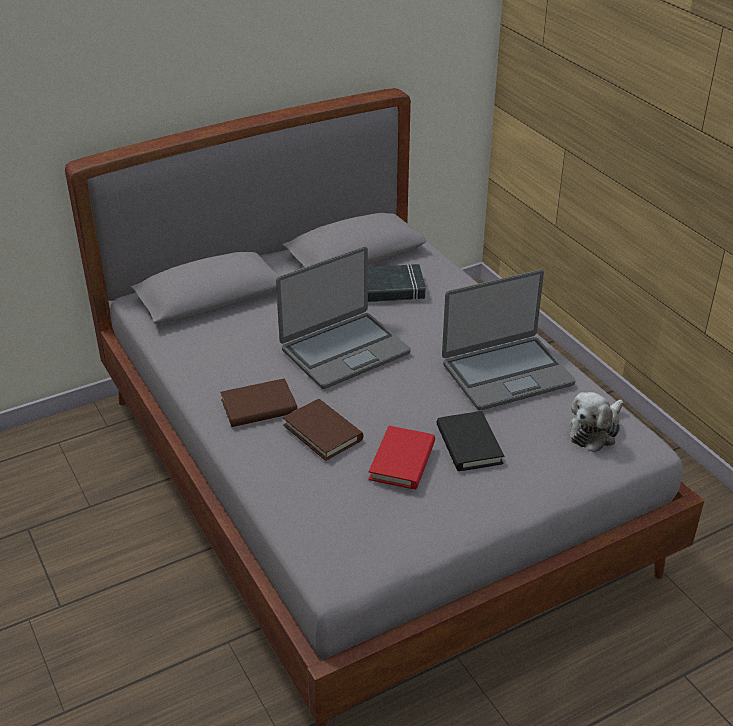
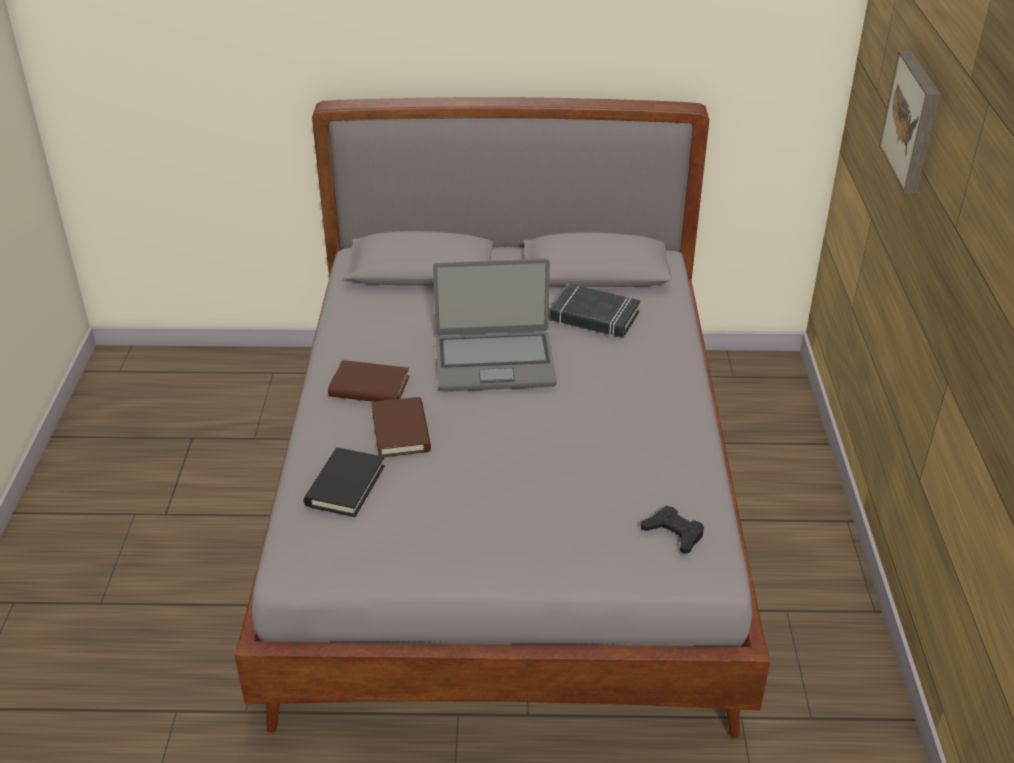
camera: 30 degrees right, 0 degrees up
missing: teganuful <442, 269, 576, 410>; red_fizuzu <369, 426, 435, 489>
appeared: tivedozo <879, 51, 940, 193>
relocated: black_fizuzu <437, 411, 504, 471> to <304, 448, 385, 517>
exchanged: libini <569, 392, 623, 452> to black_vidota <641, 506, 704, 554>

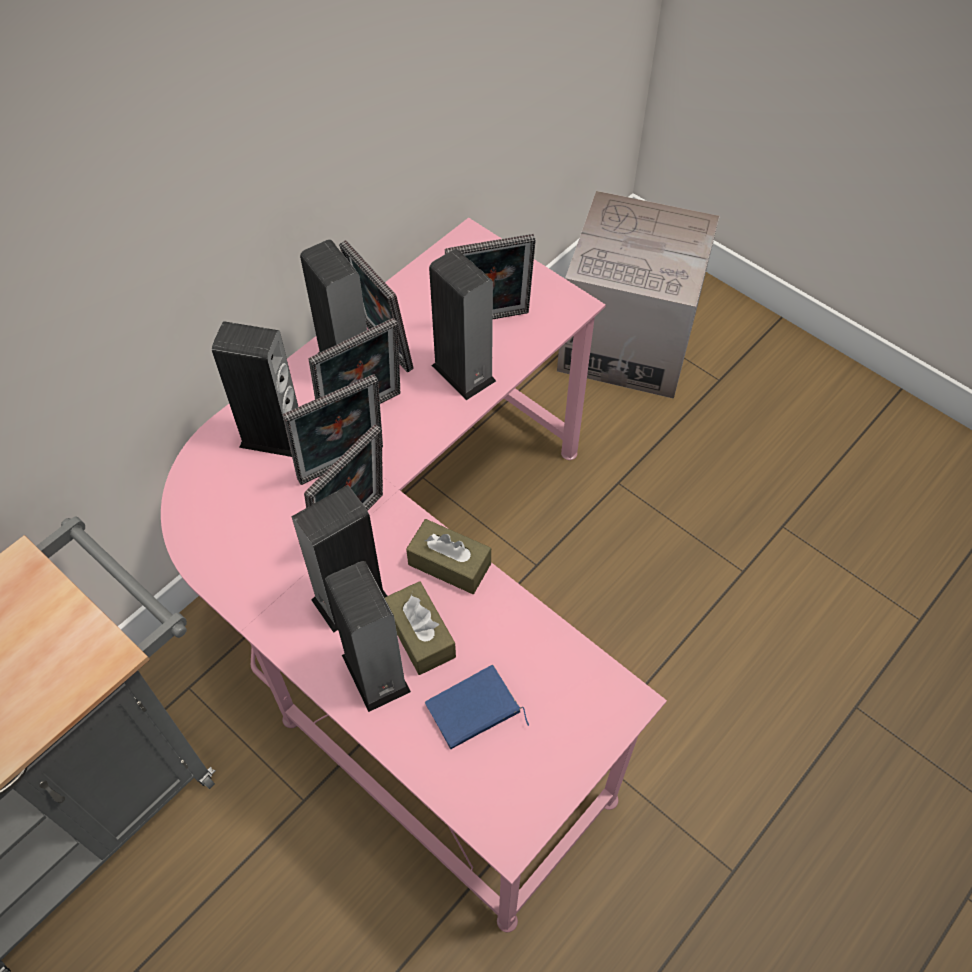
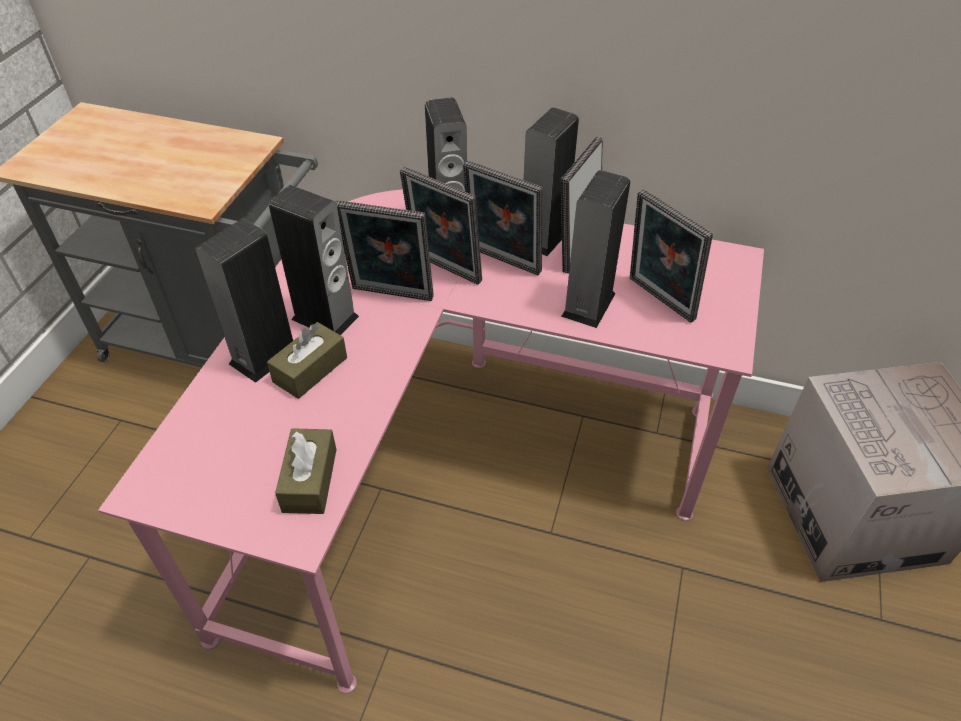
camera: 65 degrees right, 10 degrees down
missing: blue_fizuzu <425, 665, 529, 749>
relocated: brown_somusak <406, 519, 491, 594> to <275, 428, 336, 514>

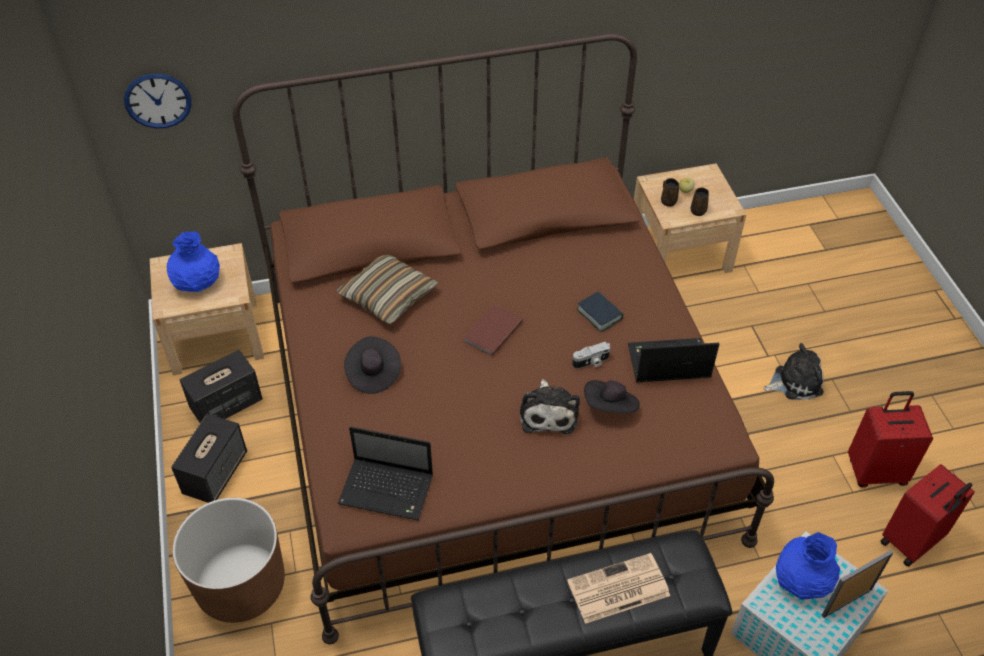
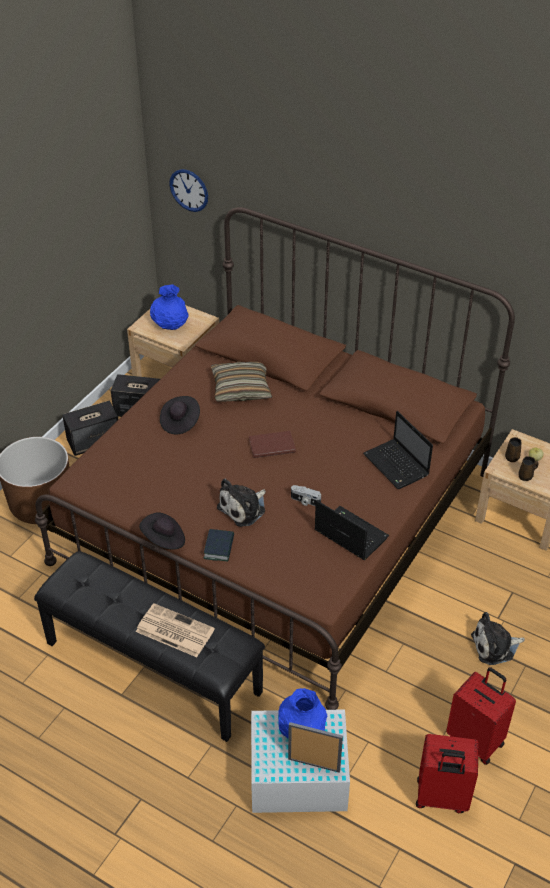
camera: 45 degrees right, 5 degrees down
relocated: fizuzu <577, 291, 623, 332> to <203, 529, 234, 562>; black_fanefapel <584, 380, 640, 414> to <139, 512, 185, 550>; teganuful <338, 427, 433, 520> to <363, 411, 433, 489>
spun: libini <764, 343, 824, 400> = <471, 612, 525, 665> 135 degrees clockwise

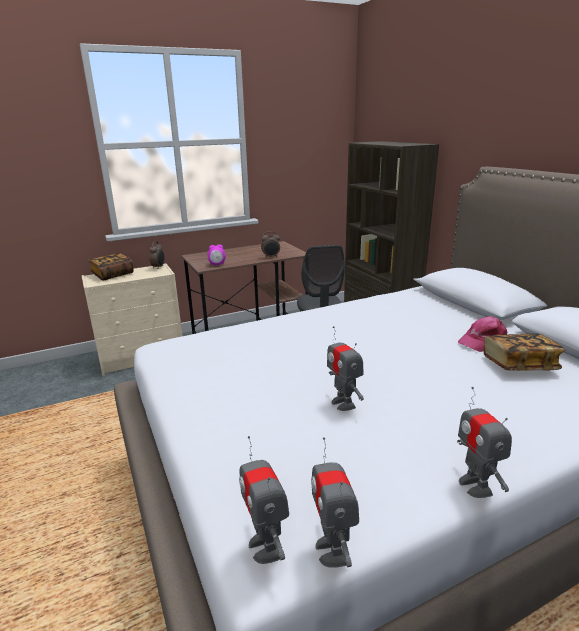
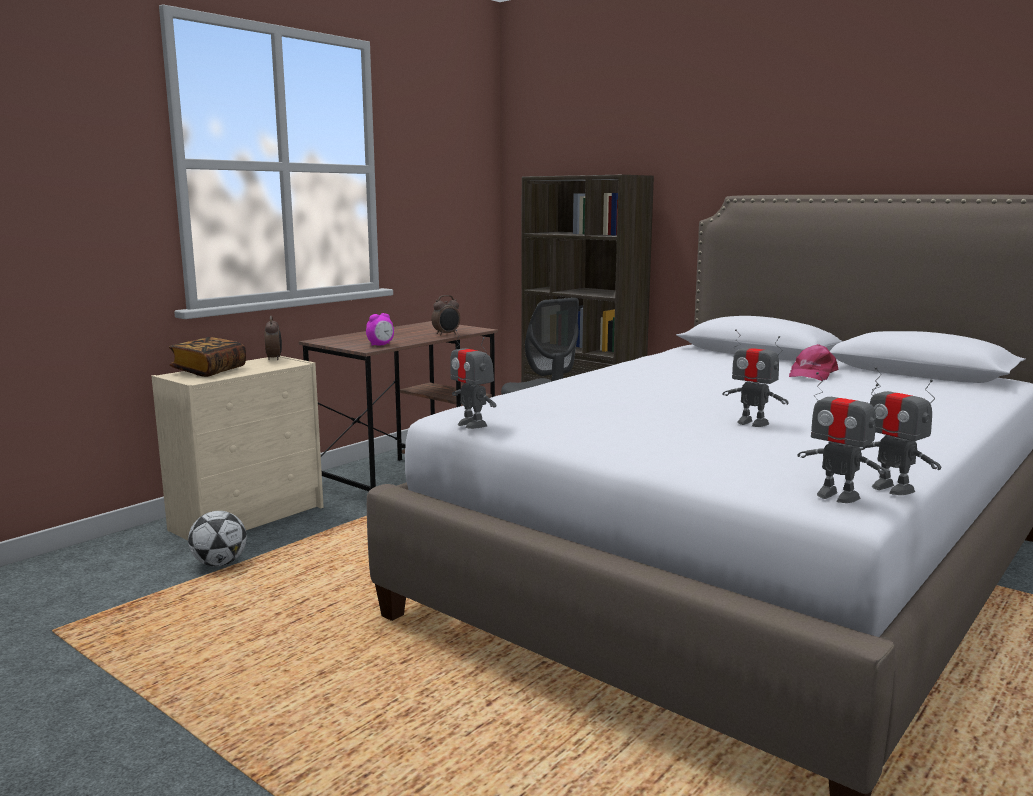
camera: 25 degrees left, 10 degrees down
missing: fizuzu <484, 333, 566, 371>
appeared: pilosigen <188, 511, 247, 566>
relocated: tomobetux <457, 387, 512, 498> to <450, 329, 496, 429>

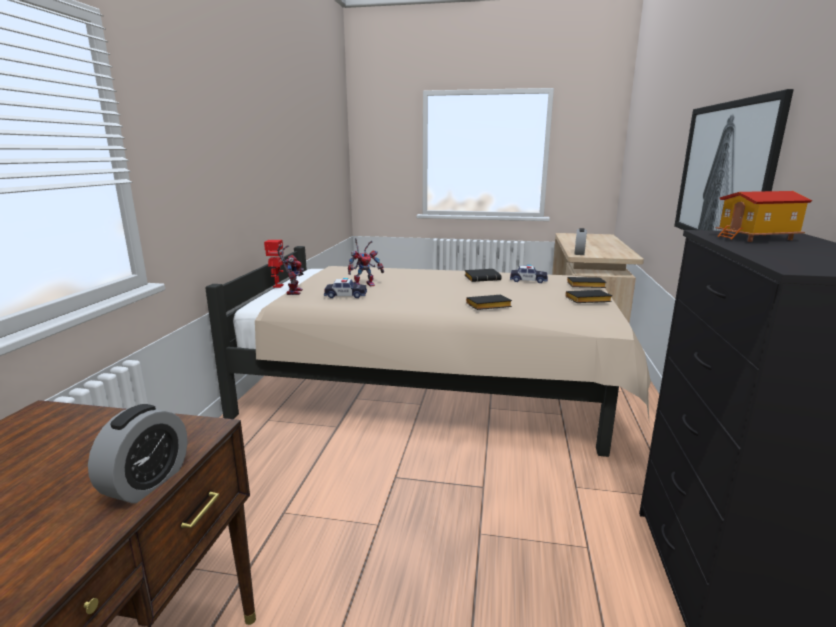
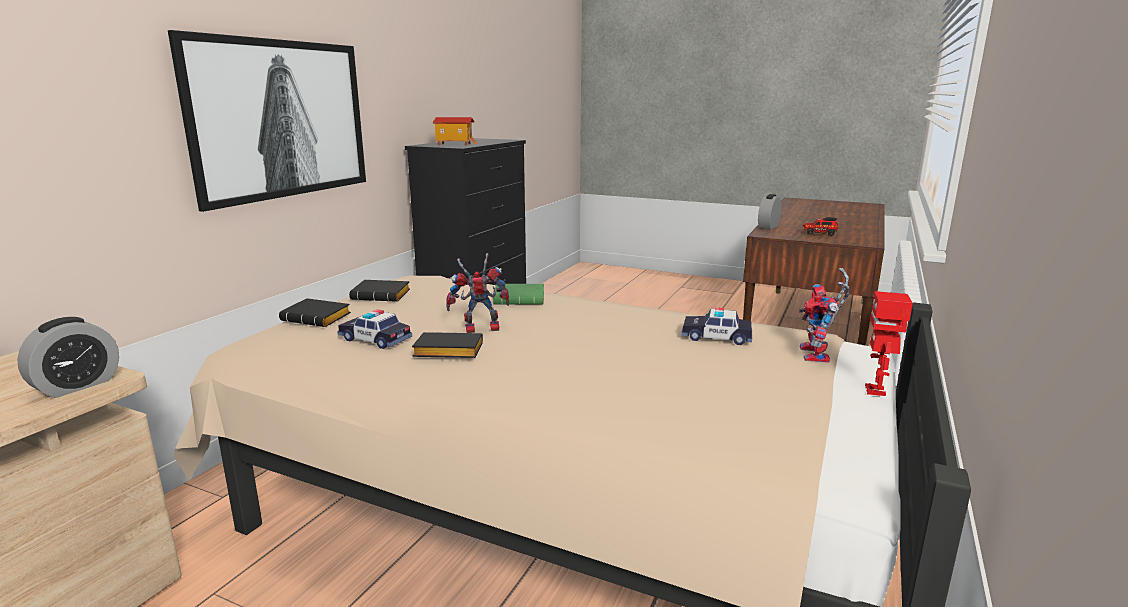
camera: 165 degrees left, 0 degrees up
appeared: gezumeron <803, 217, 838, 236>
relocated: tomobetux <348, 238, 384, 286> to <446, 253, 509, 333>
colour: black_fizuzu <466, 295, 512, 310> to green_fizuzu <493, 284, 544, 305>

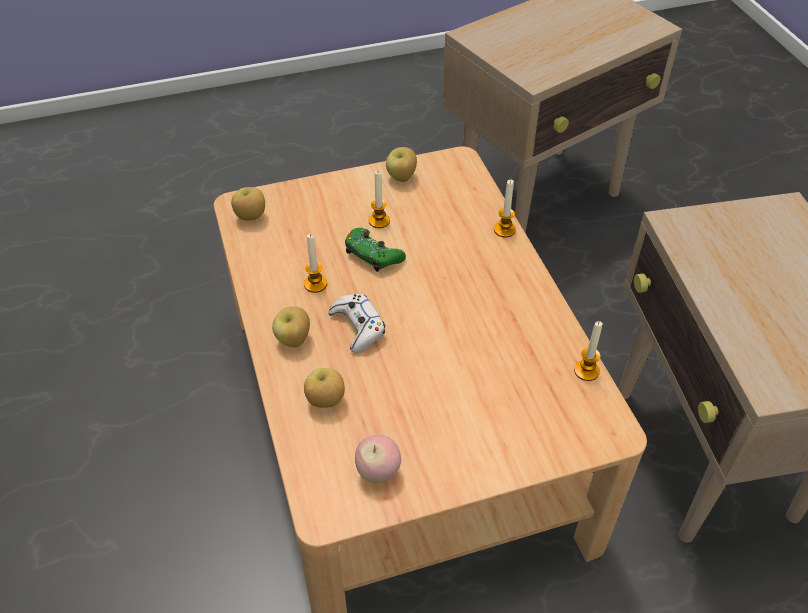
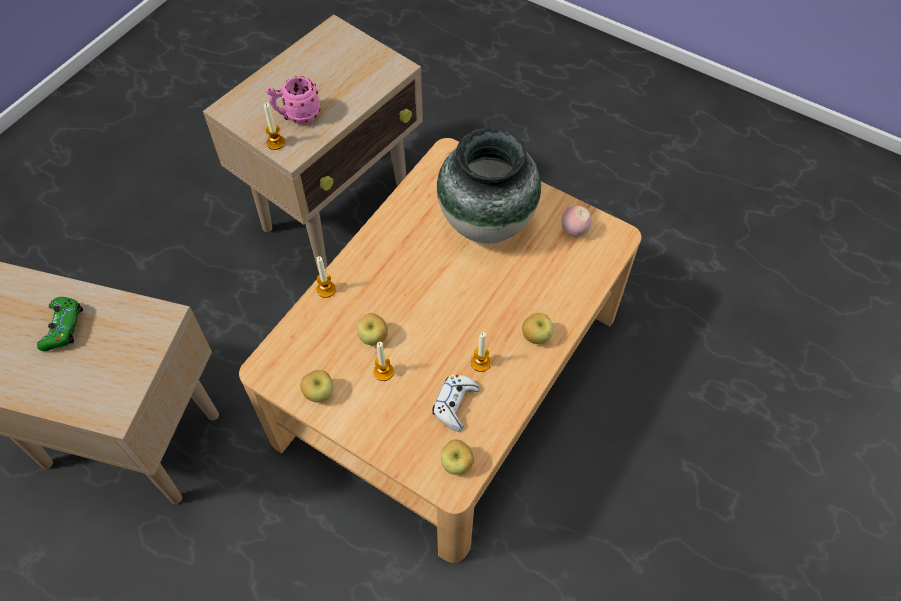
camera: 130 degrees left, 10 degrees up
appeared: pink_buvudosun <266, 76, 320, 124>; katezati <437, 127, 541, 243>
relocated: green_vidota <345, 228, 406, 272> to <37, 297, 83, 351>; white_vidota <328, 294, 385, 354> to <432, 375, 480, 432>; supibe <574, 321, 603, 381> to <264, 102, 285, 150>; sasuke <304, 368, 345, 408> to <357, 313, 388, 345>

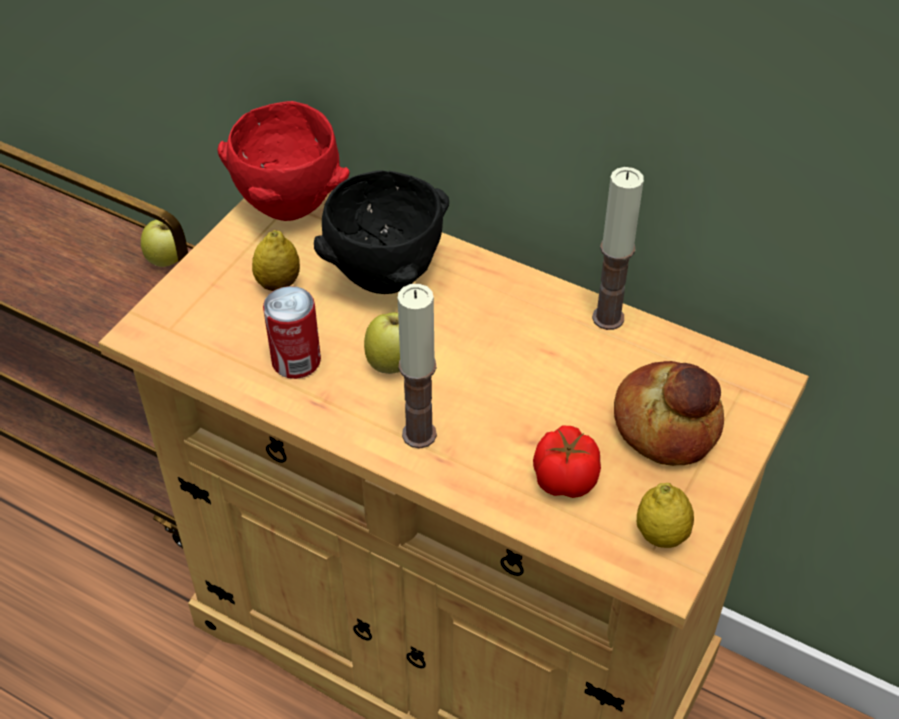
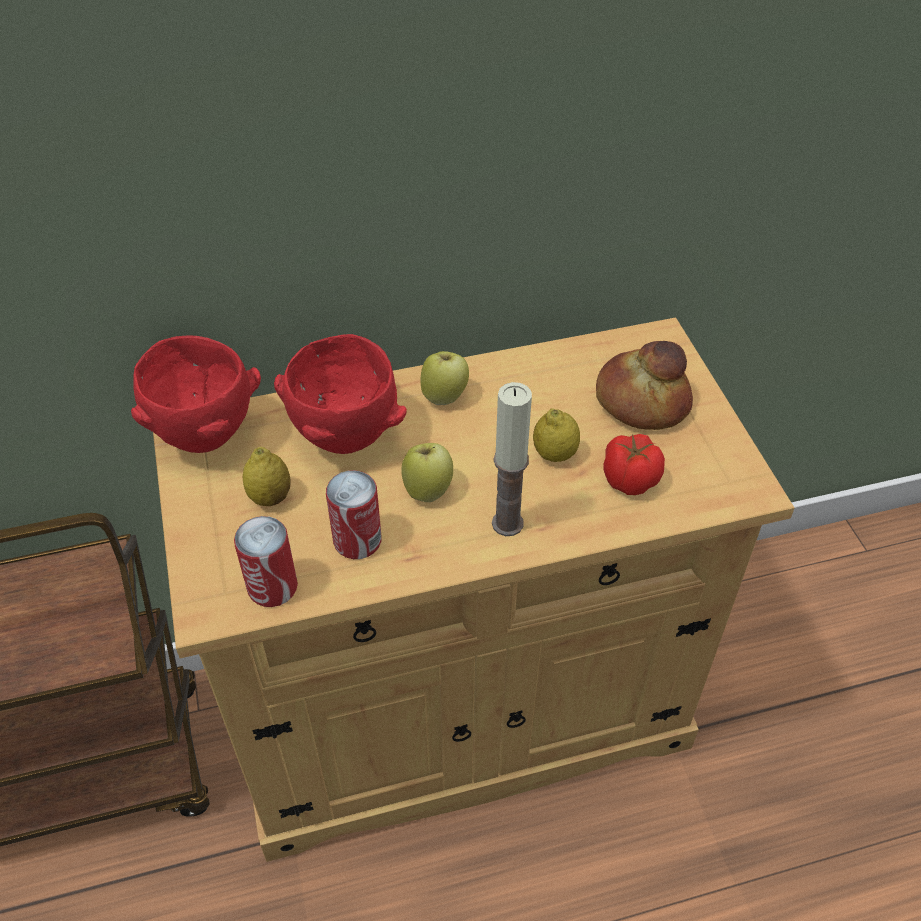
camera: 45 degrees left, 0 degrees up
missing: supibe <592, 167, 644, 330>
appeared: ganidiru <234, 516, 298, 607>
relocated: sasuke <141, 220, 178, 267> to <421, 351, 469, 405>; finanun <637, 483, 694, 548> to <533, 408, 580, 462>
colour: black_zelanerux <314, 171, 449, 294> to red_zelanerux <274, 334, 407, 454>

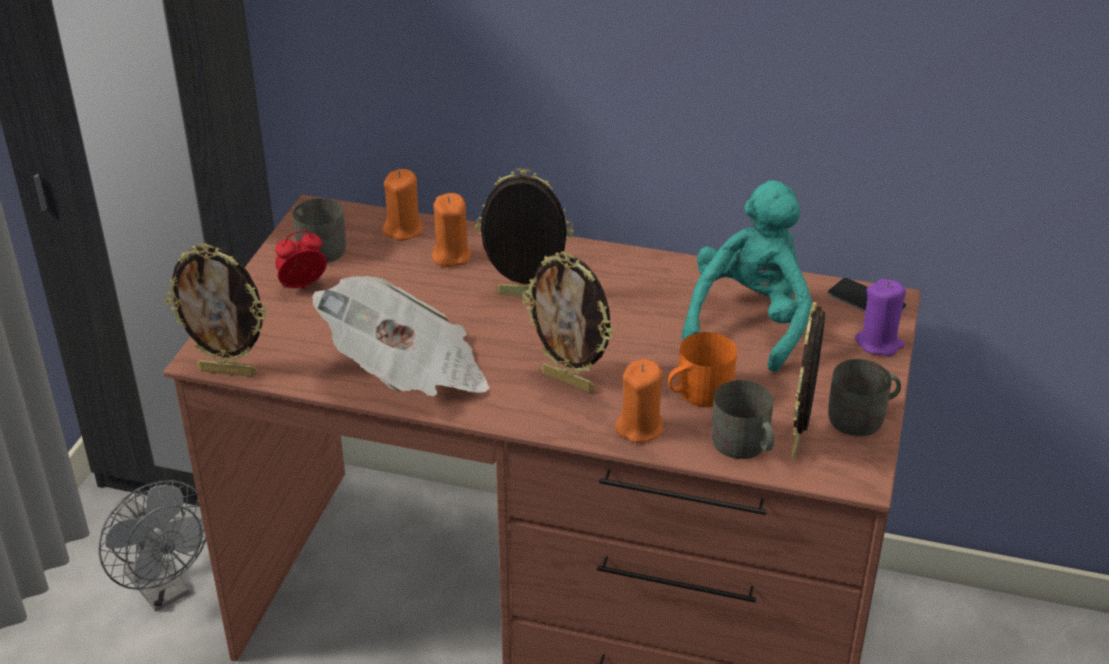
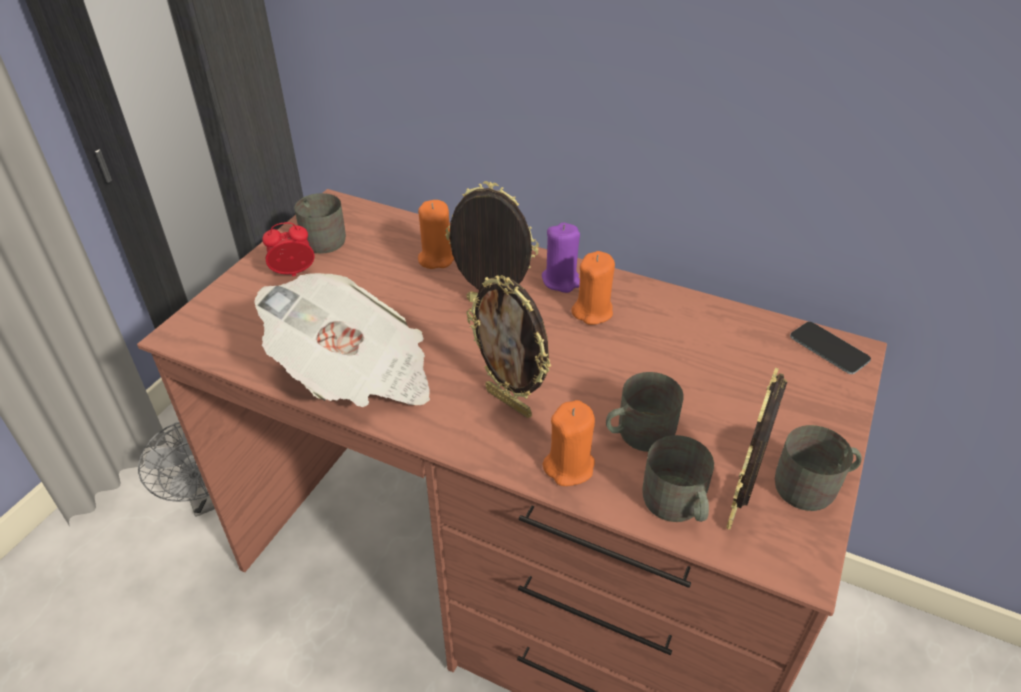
camera: 10 degrees right, 5 degrees up
missing: turquoise_libini <682, 180, 812, 372>; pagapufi <164, 243, 267, 377>
relocated: orange_supibe <382, 169, 423, 241> to <571, 251, 615, 325>; purple_supibe <855, 279, 906, 356> to <542, 222, 580, 293>
colour: orange_buvudosun <668, 332, 737, 407> to grey_buvudosun <606, 372, 684, 452>

